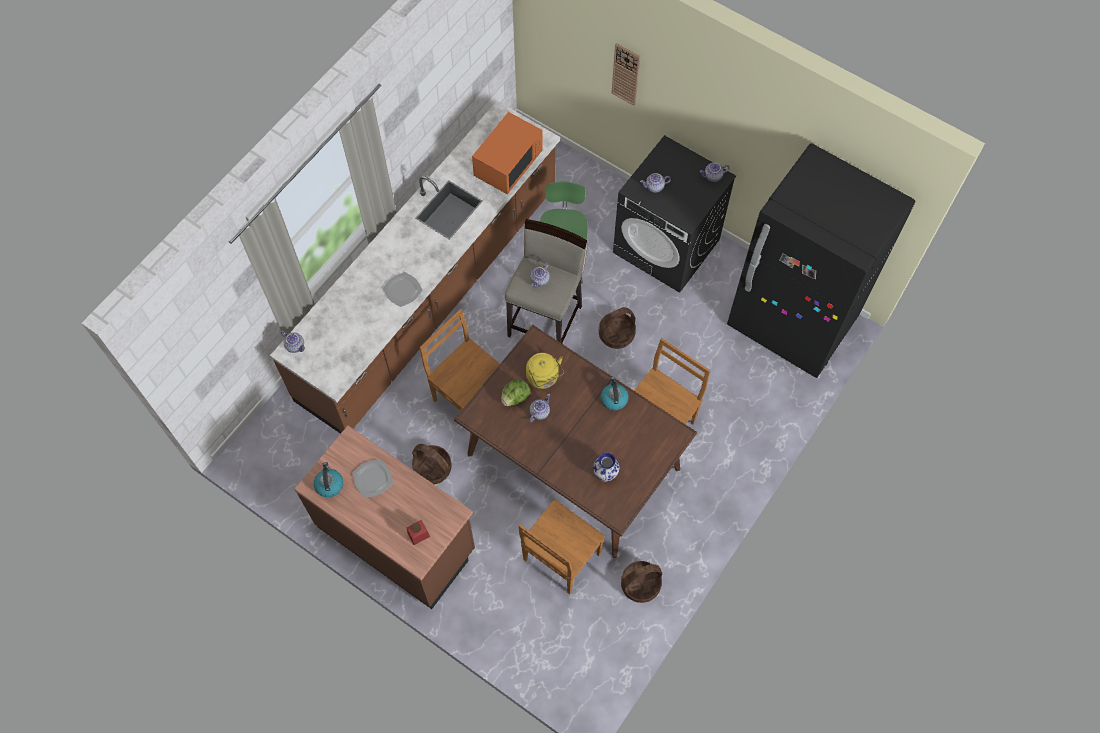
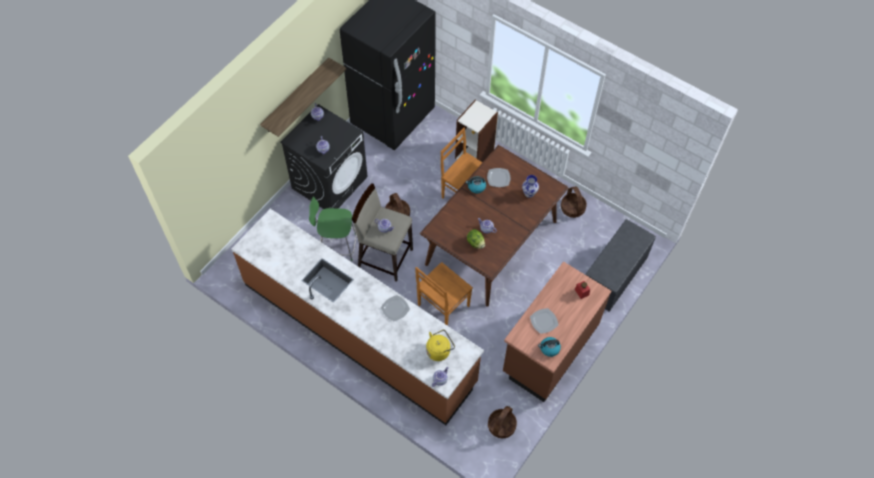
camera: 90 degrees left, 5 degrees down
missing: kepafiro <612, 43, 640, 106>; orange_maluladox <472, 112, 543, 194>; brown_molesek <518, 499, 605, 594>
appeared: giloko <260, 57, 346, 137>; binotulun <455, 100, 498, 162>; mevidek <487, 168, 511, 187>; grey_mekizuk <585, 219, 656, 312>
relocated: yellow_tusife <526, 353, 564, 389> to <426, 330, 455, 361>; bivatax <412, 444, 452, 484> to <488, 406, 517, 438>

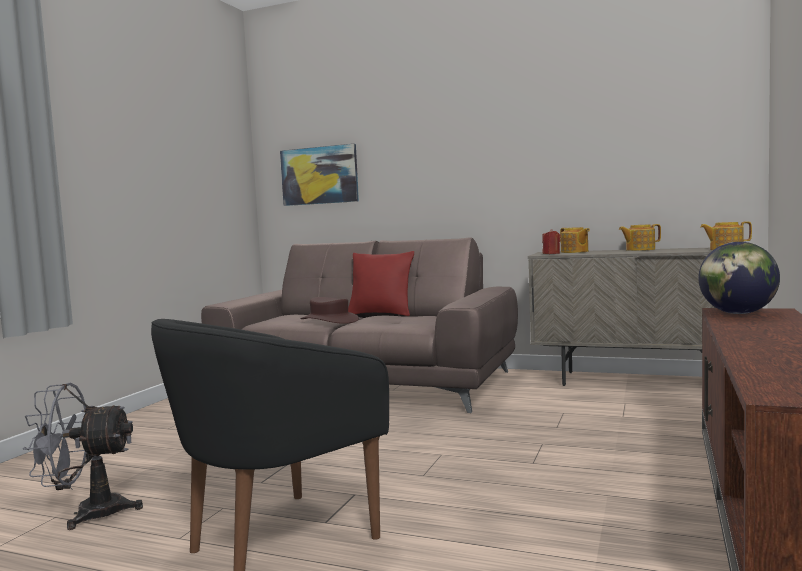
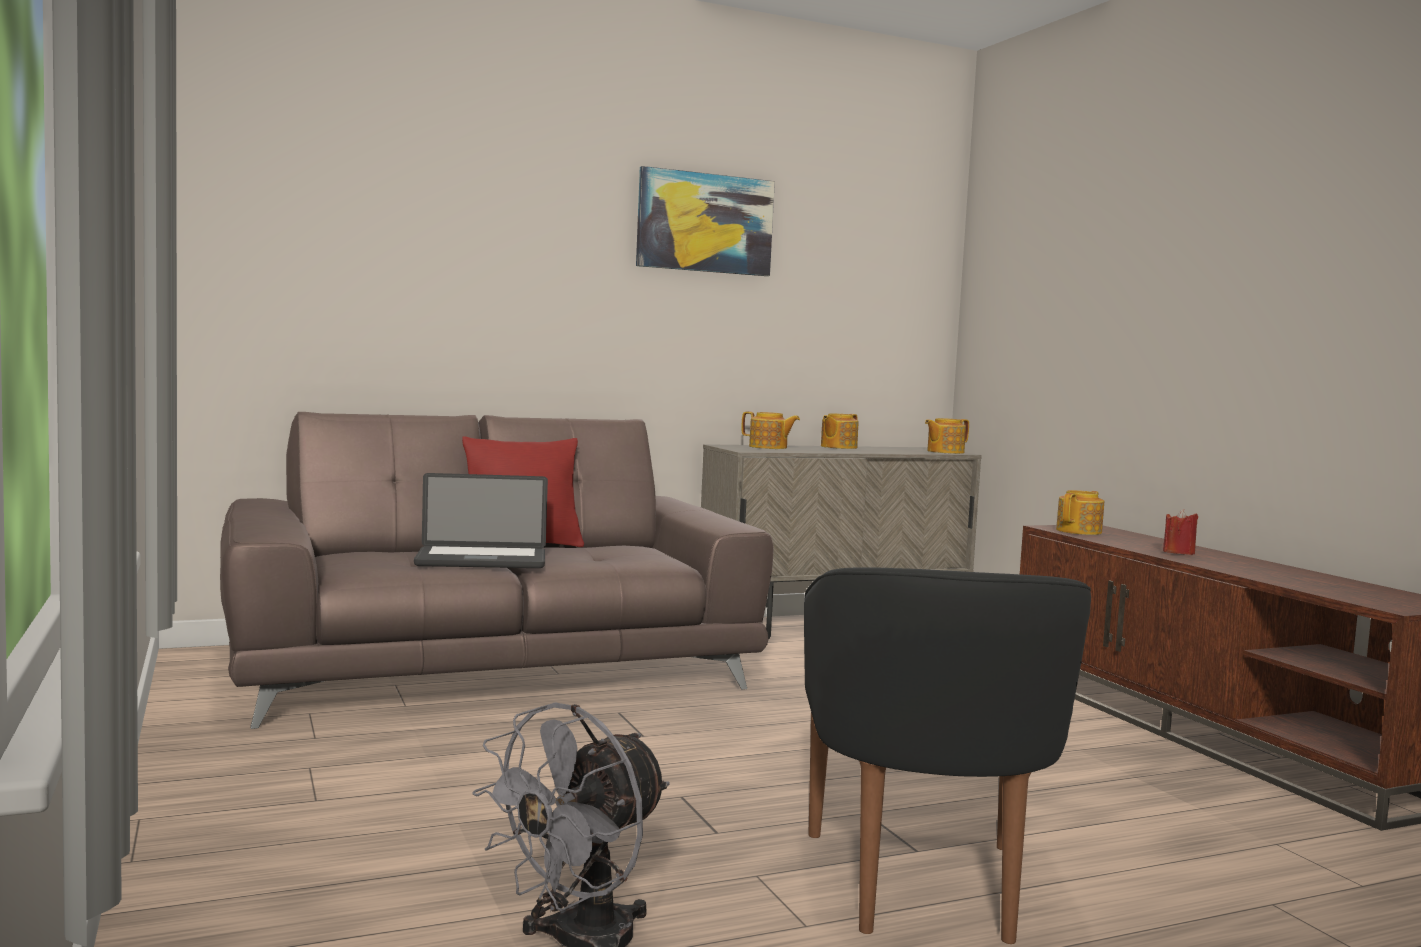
camera: 45 degrees left, 0 degrees up
relocated: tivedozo <280, 144, 359, 206> to <636, 166, 775, 276>; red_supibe <542, 229, 561, 254> to <1163, 509, 1198, 555>
exchanged: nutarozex <698, 242, 780, 314> to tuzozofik <1056, 490, 1105, 535>; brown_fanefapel <300, 297, 359, 324> to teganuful <414, 473, 548, 568>

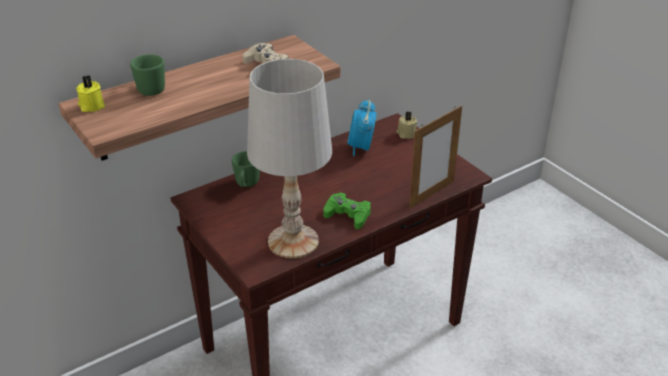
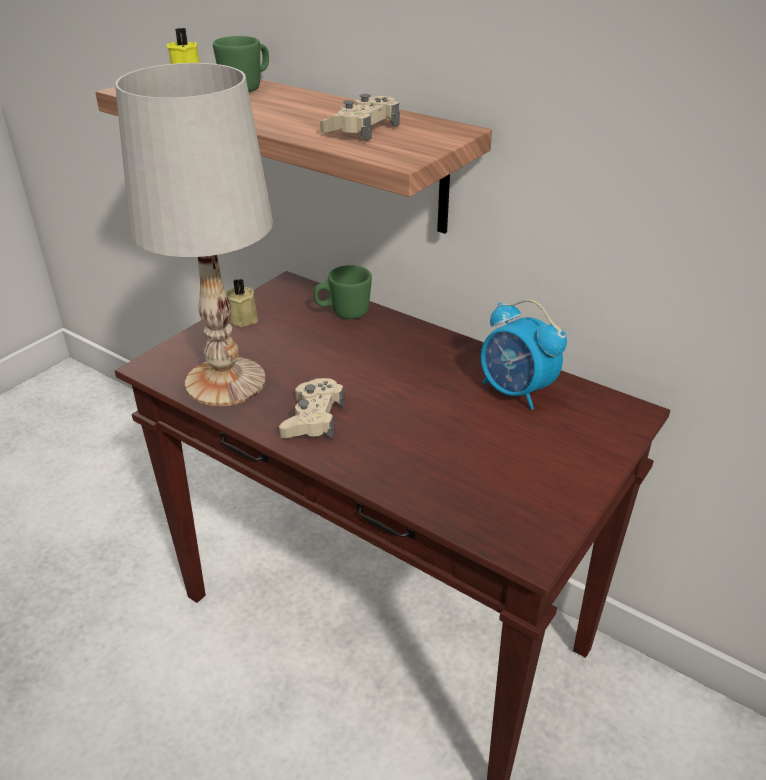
camera: 70 degrees right, 0 degrees up
missing: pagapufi <409, 106, 462, 209>
relocated: beige_supibe <396, 111, 417, 139> to <226, 279, 258, 327>
colour: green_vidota <323, 192, 371, 229> to beige_vidota <279, 378, 345, 439>
spun: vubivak <348, 99, 376, 156> = <481, 299, 567, 410> 120 degrees counterclockwise

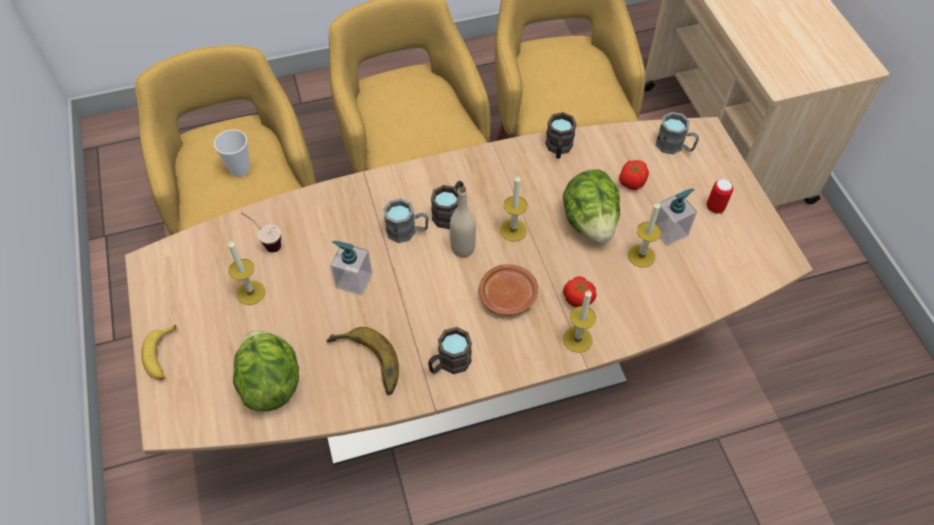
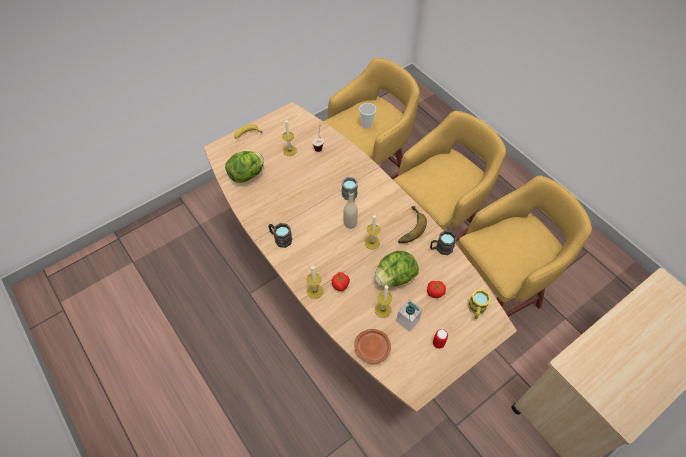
camera: 70 degrees right, 0 degrees up
missing: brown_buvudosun <431, 181, 463, 229>; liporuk <330, 241, 372, 295>
relocated: brown_mevidek <479, 264, 538, 315> to <354, 329, 391, 363>; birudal <327, 327, 399, 395> to <398, 206, 427, 243>
colour: grey_buvudosun <656, 112, 699, 155> to yellow_buvudosun <468, 289, 491, 319>

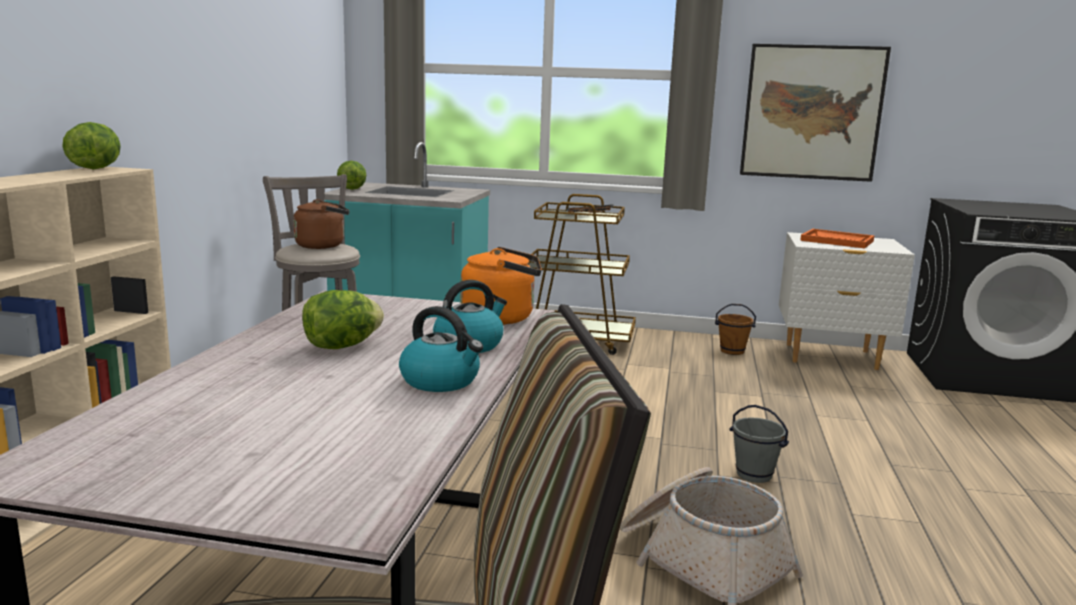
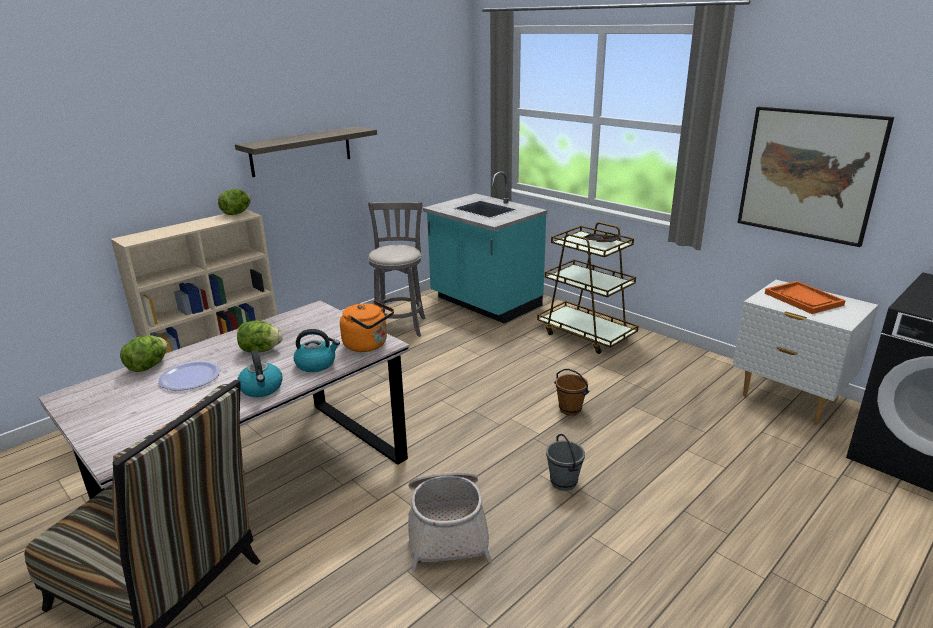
camera: 35 degrees right, 10 degrees up
missing: brown_tusife <293, 199, 350, 249>
appeared: giloko <235, 126, 377, 177>; mevidek <159, 361, 221, 391>
relocated: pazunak <337, 161, 366, 190> to <120, 335, 168, 372>; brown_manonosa <715, 304, 756, 355> to <554, 369, 589, 416>

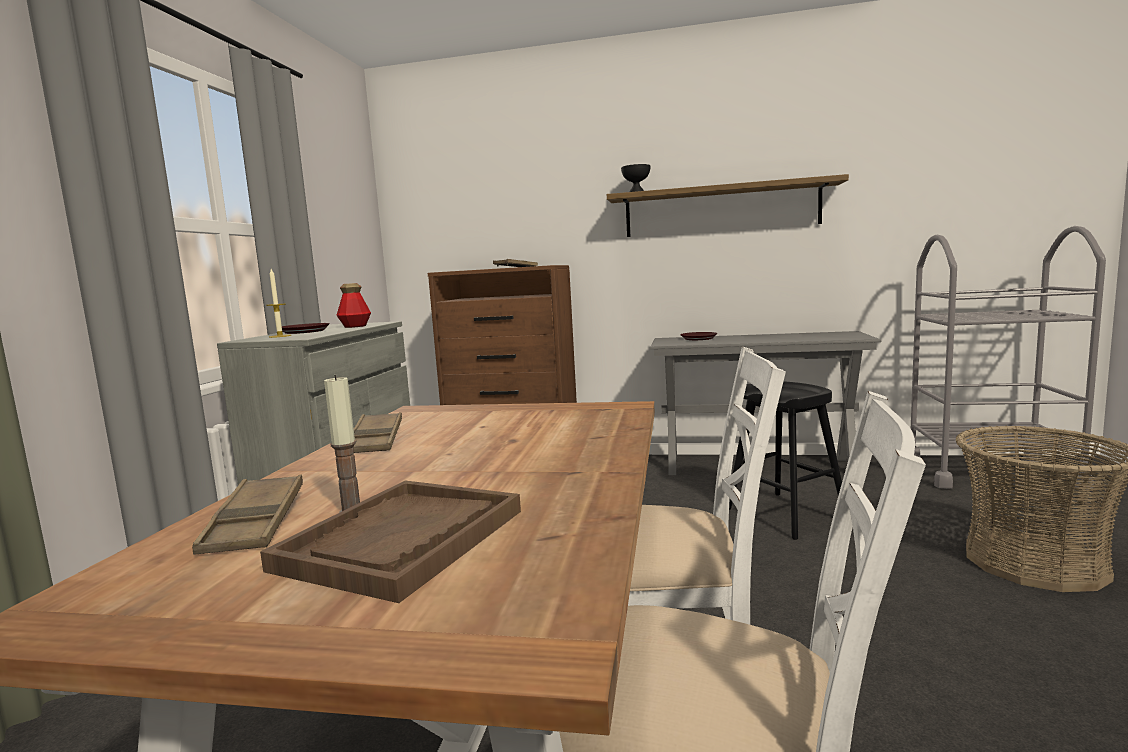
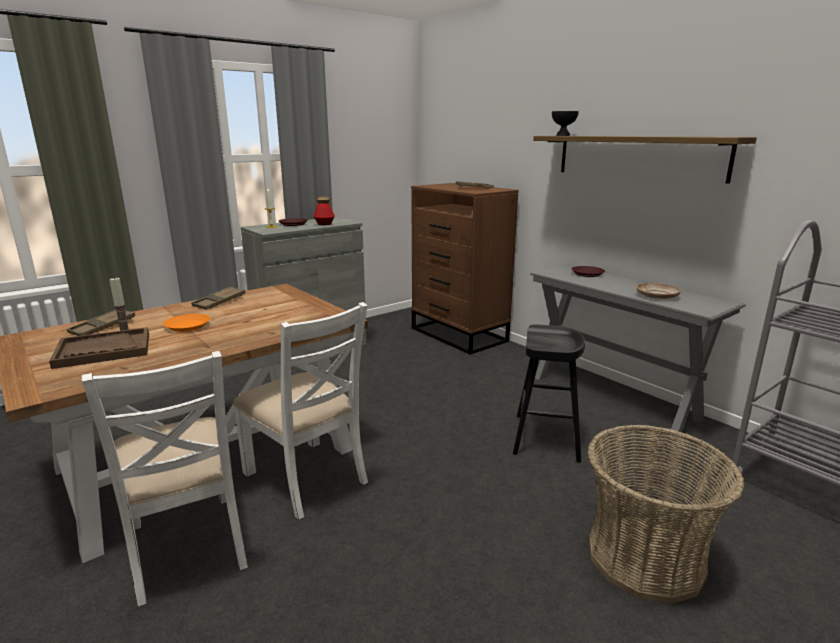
camera: 40 degrees right, 10 degrees up
appeared: beige_mevidek <636, 283, 681, 299>; orange_mevidek <163, 314, 210, 332>

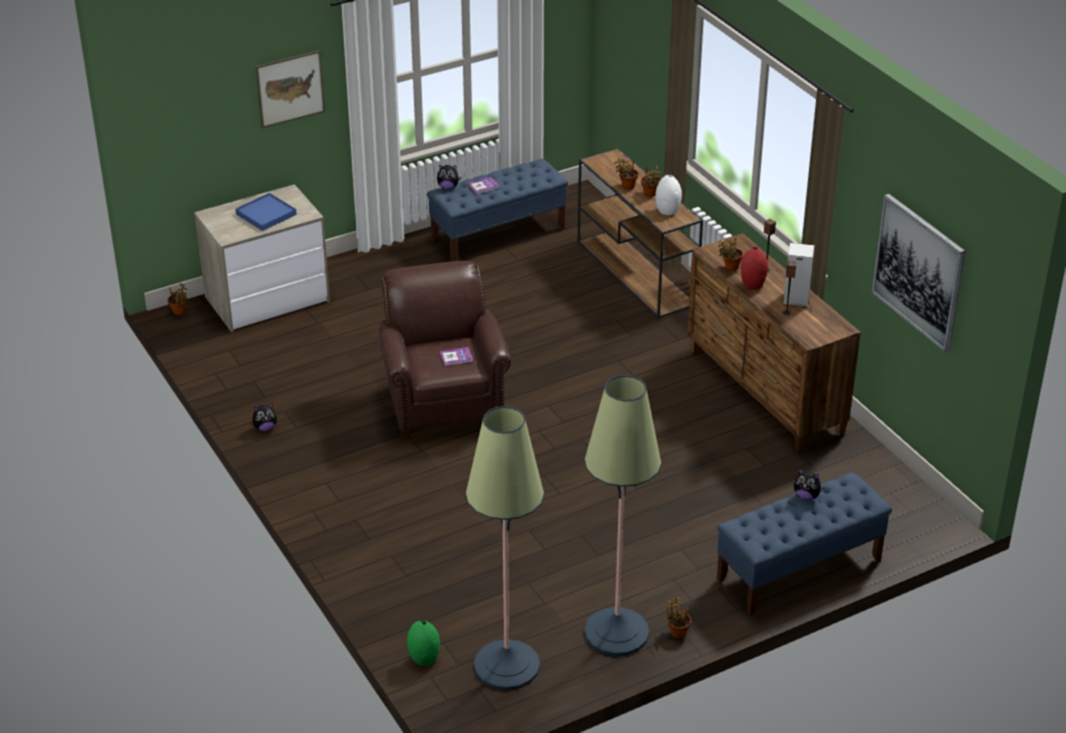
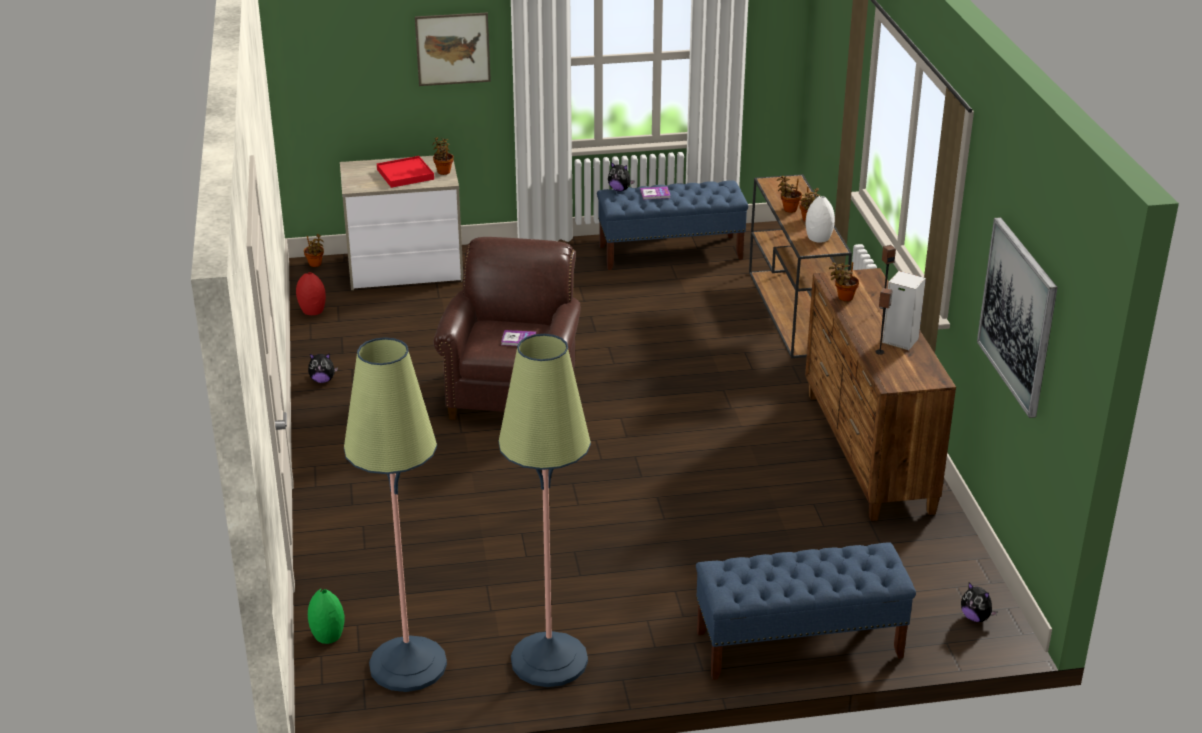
camera: 20 degrees right, 5 degrees down
relocated: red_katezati <741, 247, 768, 290> to <296, 272, 326, 315>; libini <794, 469, 825, 500> to <961, 582, 998, 622>; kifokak <666, 597, 691, 639> to <432, 137, 454, 175>
colour: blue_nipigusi <235, 193, 297, 231> to red_nipigusi <377, 156, 434, 188>

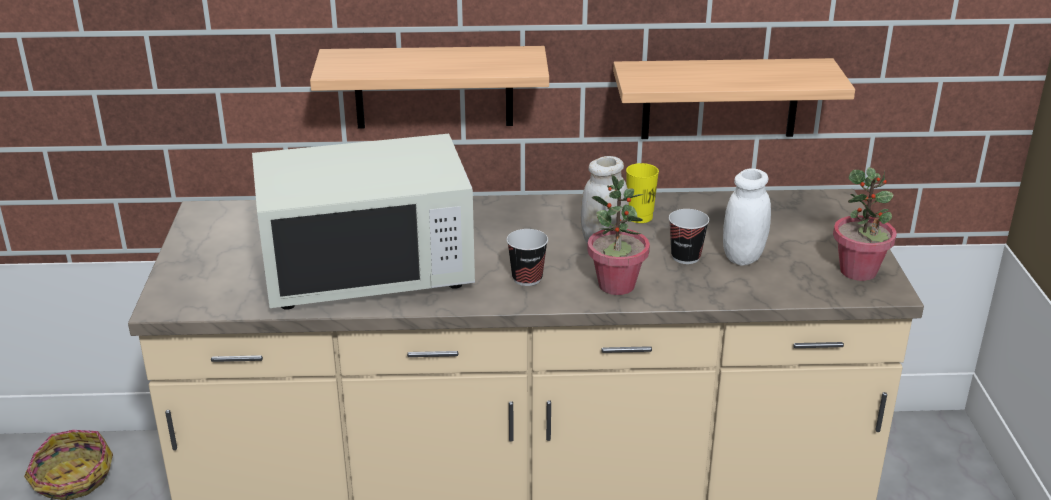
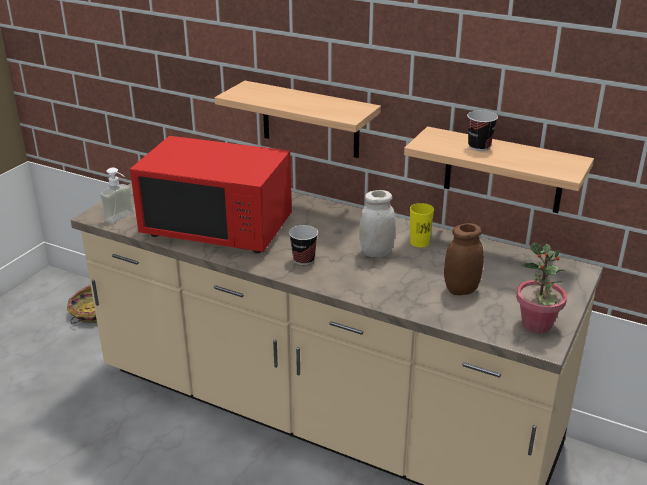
camera: 30 degrees right, 0 degrees up
missing: kifokak <587, 174, 650, 295>
appeared: liporuk <100, 167, 134, 223>
relocated: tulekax <669, 209, 709, 264> to <467, 110, 498, 151>
colour: white_maluladox <252, 134, 475, 310> to red_maluladox <130, 136, 292, 253>; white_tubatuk <723, 169, 771, 266> to brown_tubatuk <444, 223, 484, 295>

